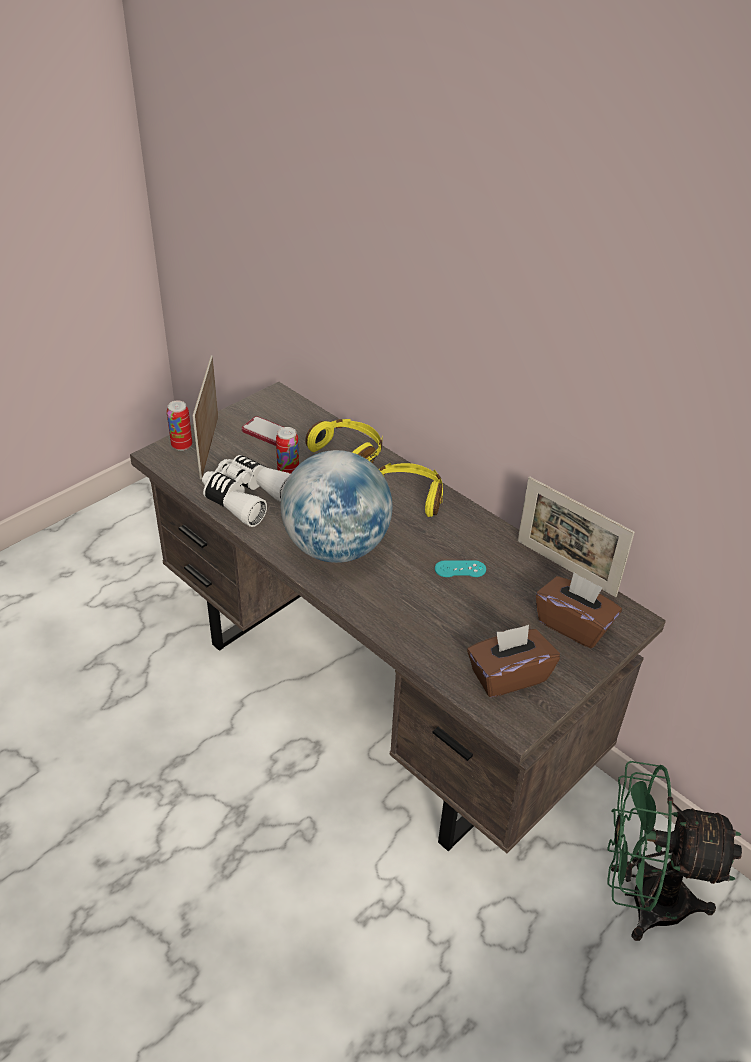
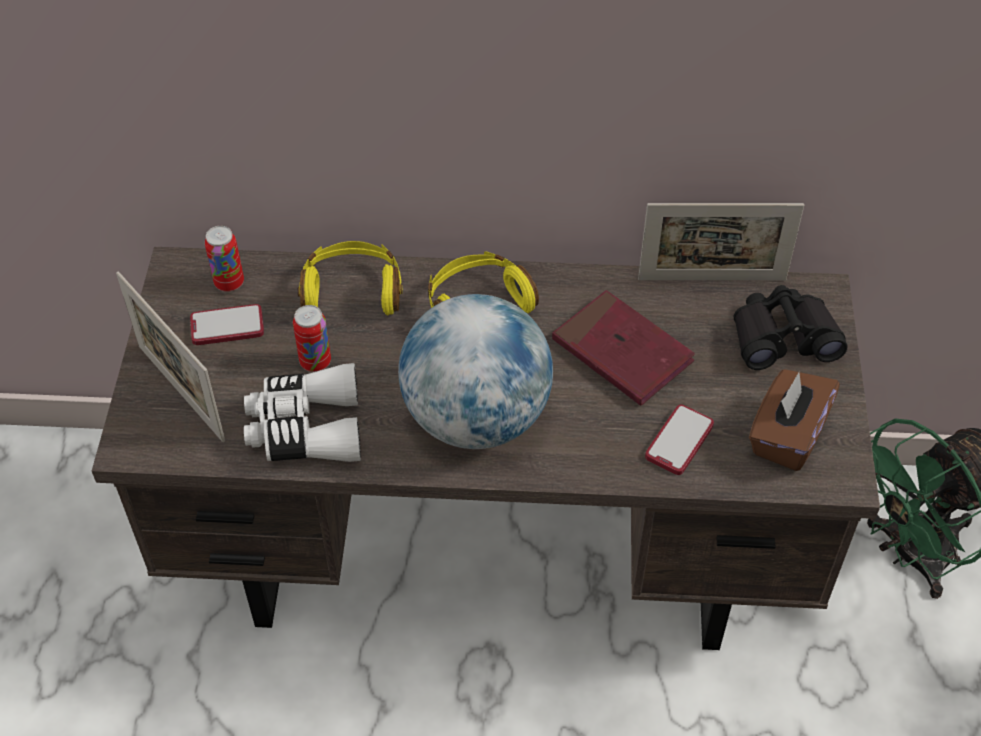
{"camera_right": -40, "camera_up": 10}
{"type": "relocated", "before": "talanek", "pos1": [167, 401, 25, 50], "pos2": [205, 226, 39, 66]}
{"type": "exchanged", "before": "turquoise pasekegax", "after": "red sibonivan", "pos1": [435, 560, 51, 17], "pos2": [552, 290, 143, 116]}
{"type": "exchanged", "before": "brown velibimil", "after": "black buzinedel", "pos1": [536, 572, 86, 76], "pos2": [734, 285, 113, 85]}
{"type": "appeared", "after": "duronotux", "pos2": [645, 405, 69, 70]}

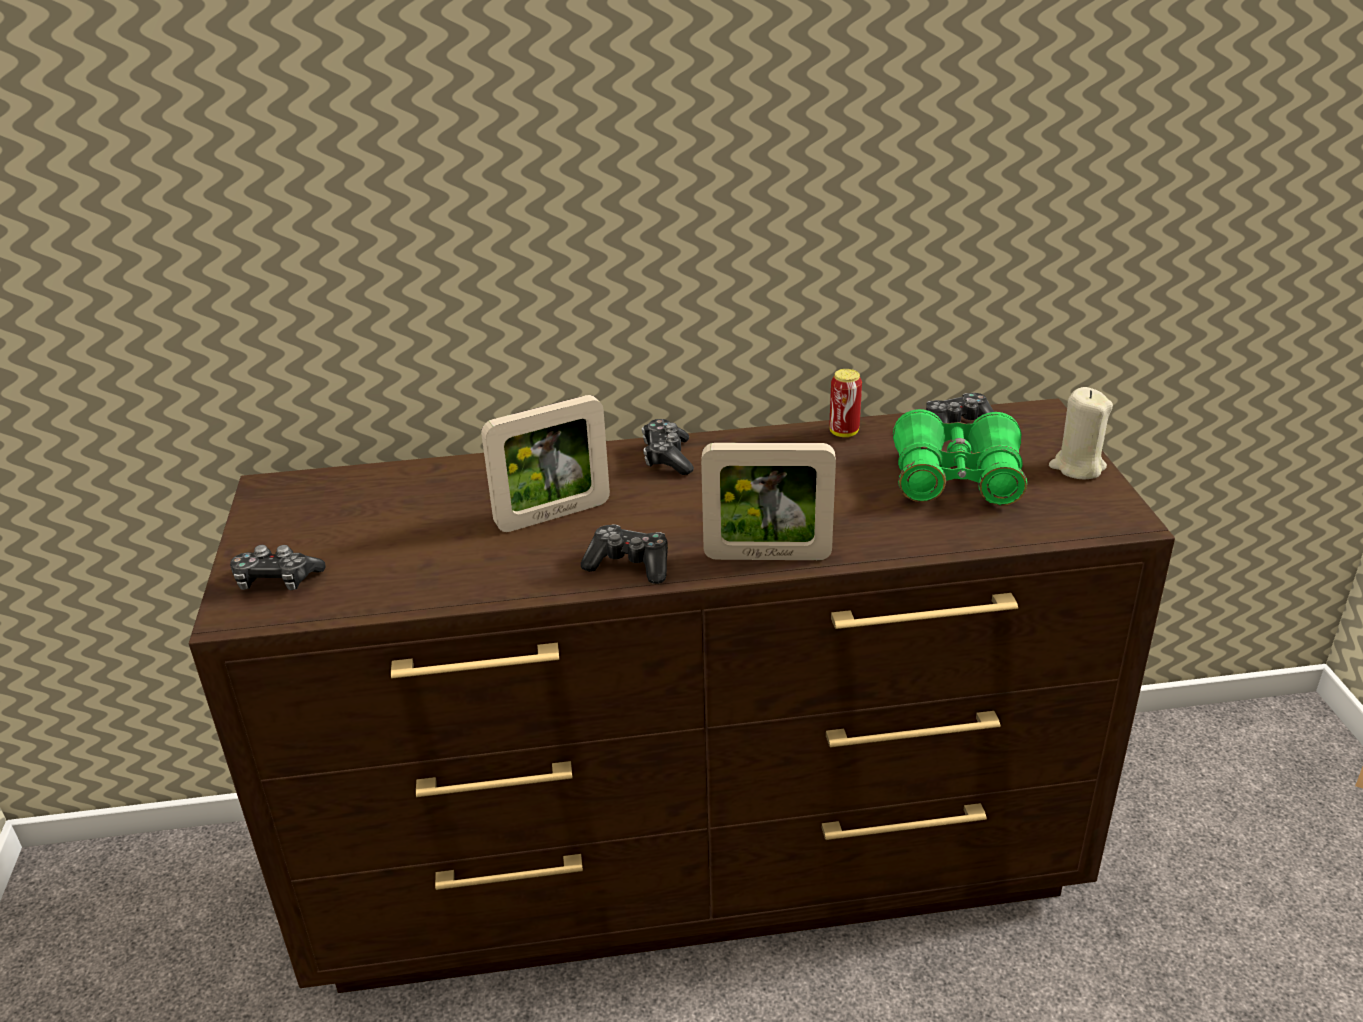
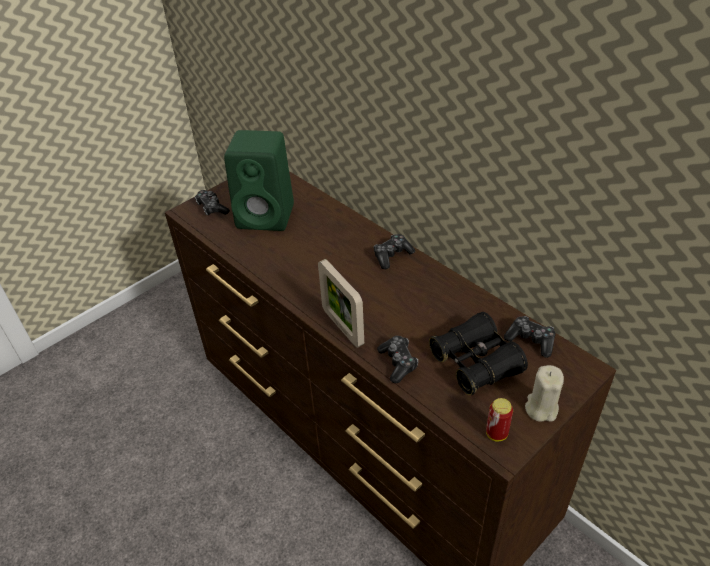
{"camera_right": 55, "camera_up": 10}
{"type": "relocated", "before": "talanek", "pos1": [830, 369, 32, 68], "pos2": [486, 398, 27, 44]}
{"type": "missing", "before": "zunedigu", "pos1": [481, 395, 129, 137]}
{"type": "colour", "before": "green buzinedel", "after": "black buzinedel", "pos1": [893, 409, 134, 97], "pos2": [429, 312, 99, 83]}
{"type": "relocated", "before": "pasekegax", "pos1": [581, 525, 87, 59], "pos2": [377, 336, 41, 47]}
{"type": "appeared", "after": "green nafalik", "pos2": [224, 130, 70, 101]}

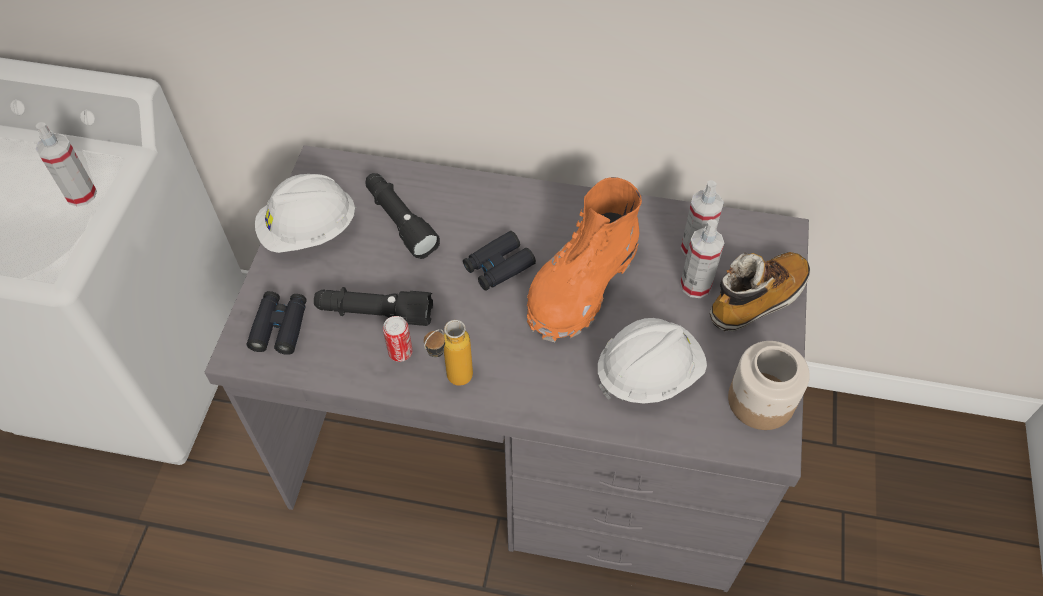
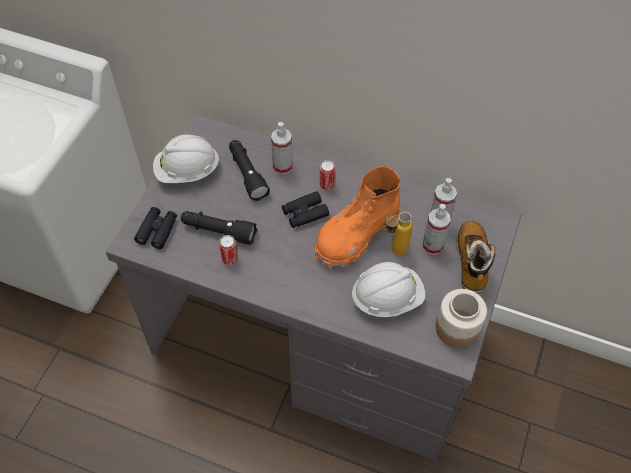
{"camera_right": 10, "camera_up": 0}
{"type": "relocated", "before": "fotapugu", "pos1": [36, 122, 61, 85], "pos2": [271, 122, 22, 52]}
{"type": "spun", "before": "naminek", "pos1": [710, 252, 100, 79], "pos2": [457, 221, 39, 73], "turn": -60}
{"type": "relocated", "before": "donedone", "pos1": [424, 320, 49, 66], "pos2": [385, 212, 27, 43]}
{"type": "appeared", "after": "talanek", "pos2": [320, 160, 15, 30]}

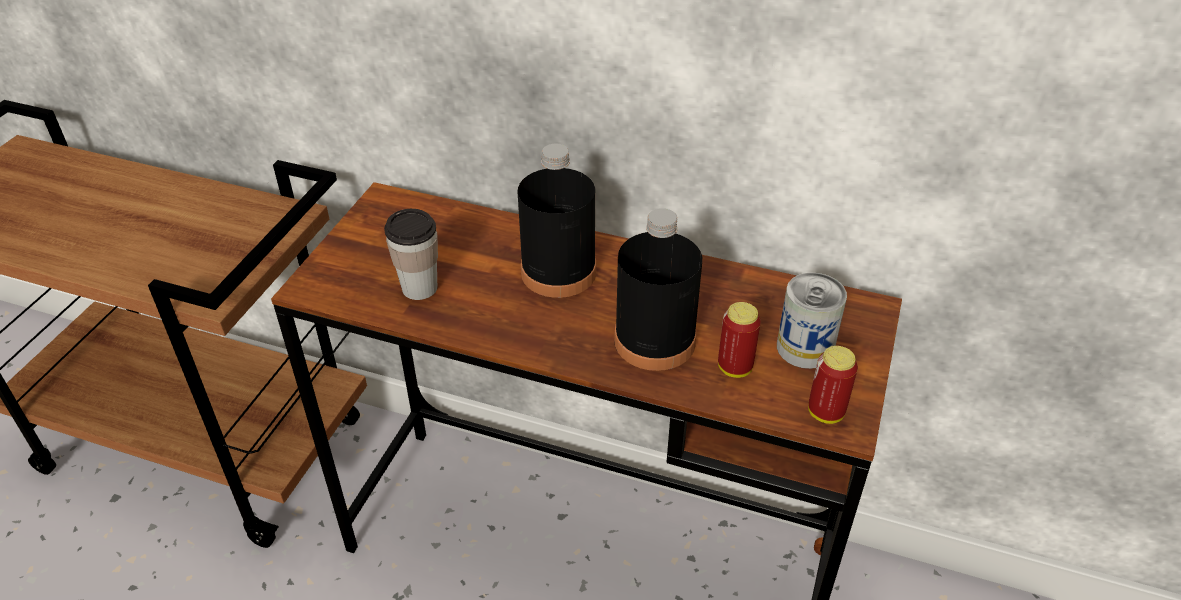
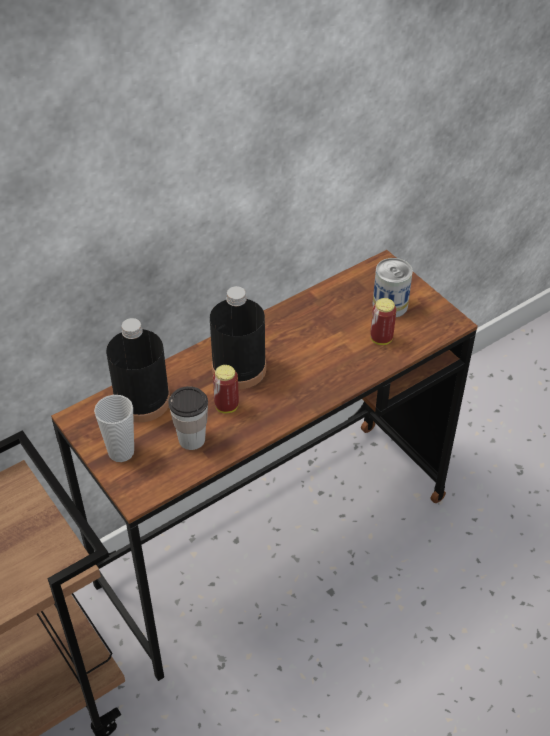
{"camera_right": -55, "camera_up": 5}
{"type": "relocated", "before": "black donedone", "pos1": [614, 208, 88, 163], "pos2": [106, 318, 64, 104]}
{"type": "relocated", "before": "talanek", "pos1": [808, 346, 50, 78], "pos2": [213, 365, 26, 48]}
{"type": "appeared", "after": "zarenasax", "pos2": [94, 395, 40, 67]}

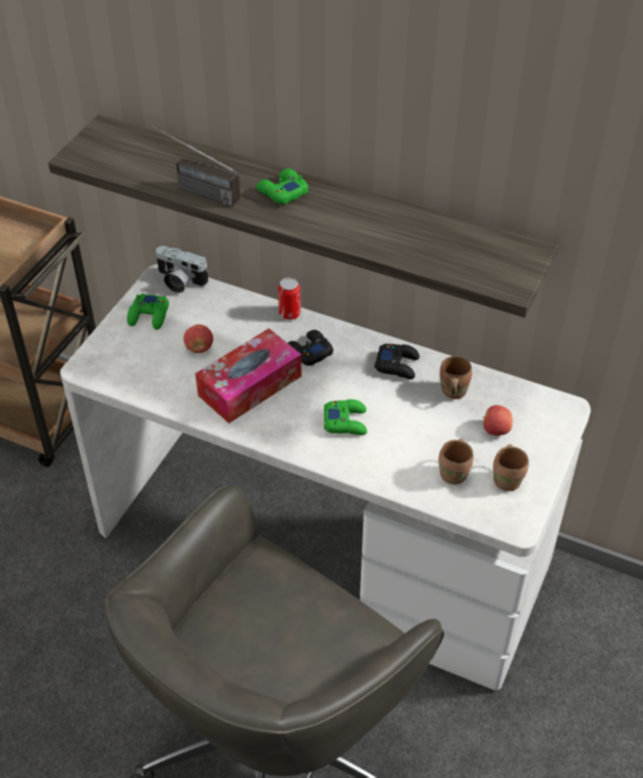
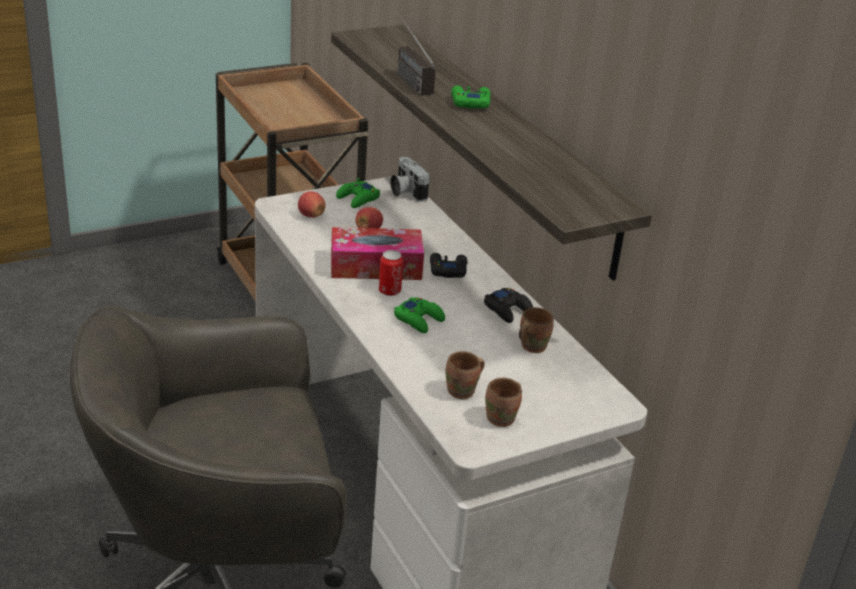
{"camera_right": 35, "camera_up": -15}
{"type": "relocated", "before": "talanek", "pos1": [278, 277, 23, 43], "pos2": [379, 250, 24, 46]}
{"type": "relocated", "before": "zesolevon", "pos1": [483, 405, 30, 31], "pos2": [298, 191, 27, 27]}

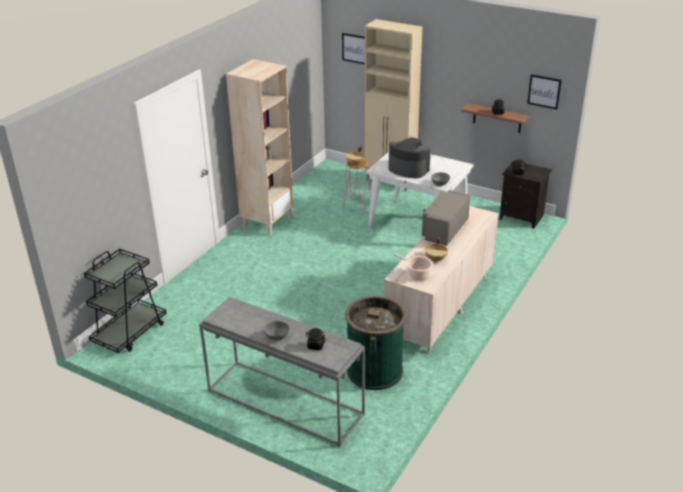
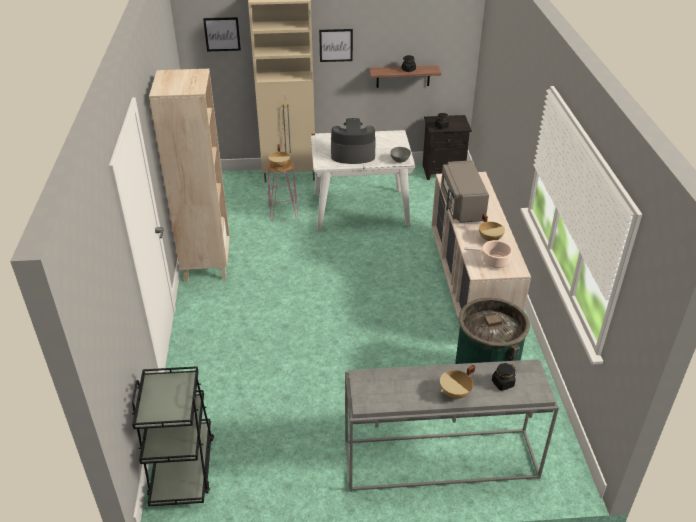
{"camera_right": -35, "camera_up": 5}
{"type": "relocated", "before": "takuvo", "pos1": [527, 74, 35, 36], "pos2": [319, 29, 34, 33]}
{"type": "exchanged", "before": "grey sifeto", "after": "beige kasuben", "pos1": [264, 321, 26, 20], "pos2": [440, 365, 35, 34]}

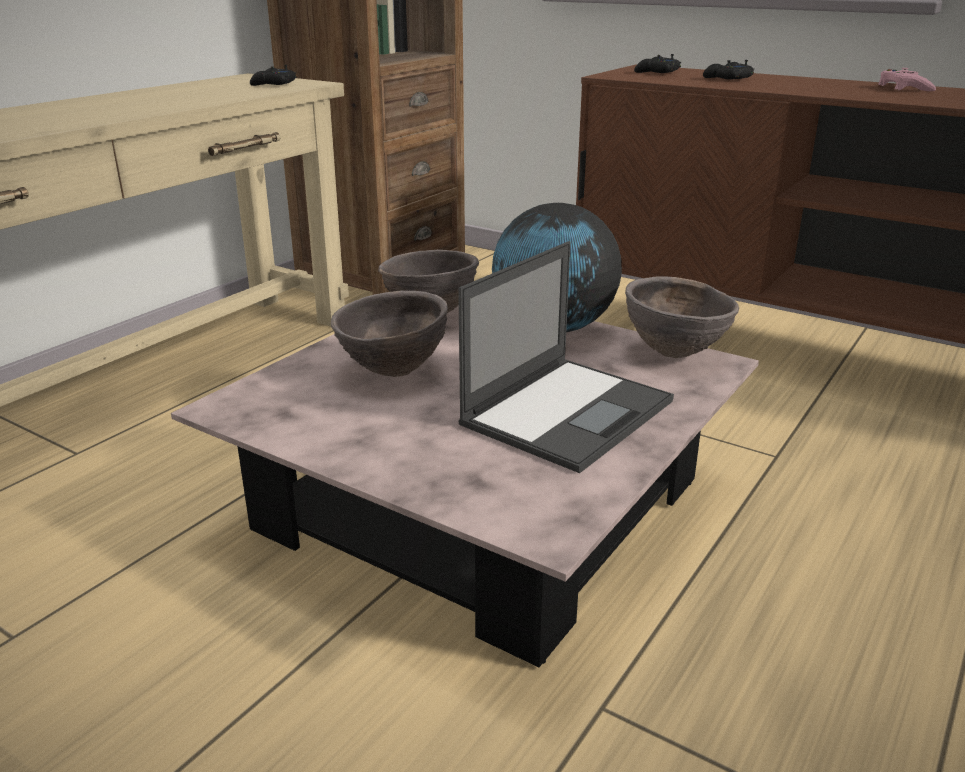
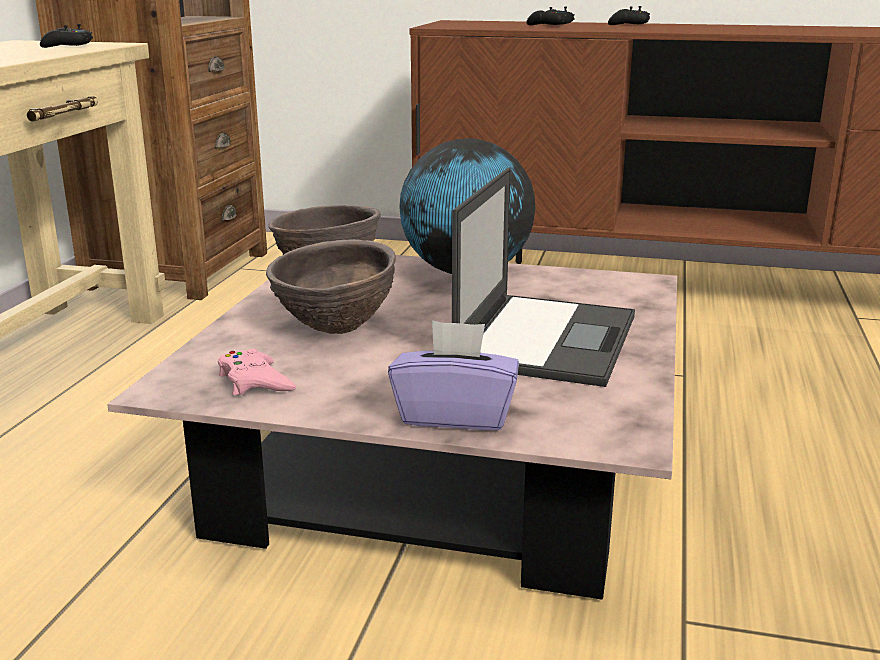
{"camera_right": -20, "camera_up": -5}
{"type": "relocated", "before": "black pasekegax", "pos1": [634, 54, 47, 19], "pos2": [608, 6, 42, 19]}
{"type": "relocated", "before": "pink pasekegax", "pos1": [878, 68, 58, 23], "pos2": [218, 349, 78, 47]}
{"type": "missing", "before": "brown sifeto", "pos1": [625, 277, 114, 81]}
{"type": "appeared", "after": "purple velibimil", "pos2": [388, 320, 131, 110]}

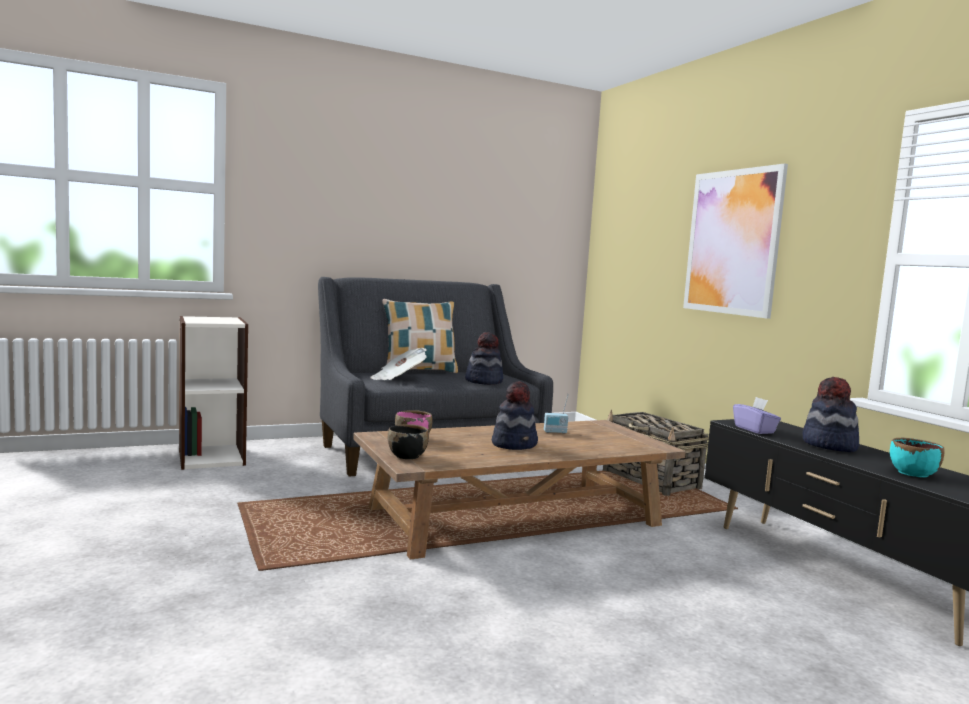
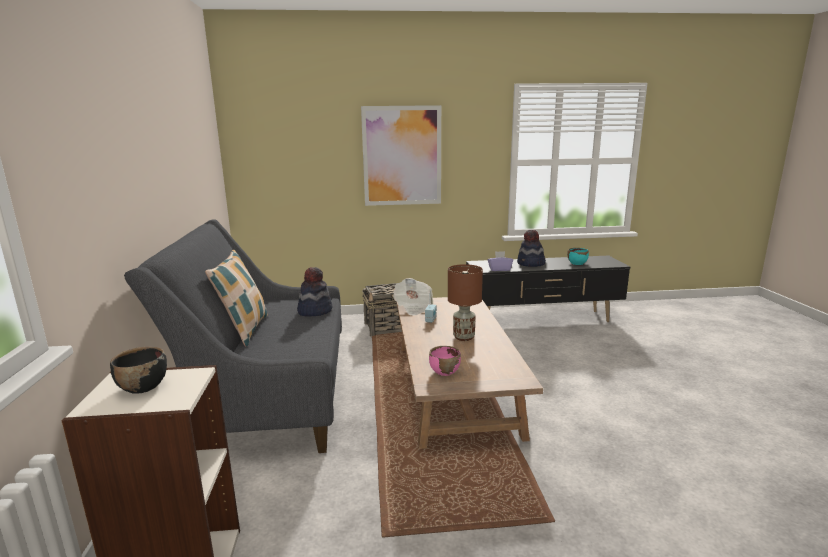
{"camera_right": -70, "camera_up": 10}
{"type": "relocated", "before": "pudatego", "pos1": [371, 348, 56, 32], "pos2": [393, 278, 40, 38]}
{"type": "exchanged", "before": "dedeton", "after": "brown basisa", "pos1": [492, 381, 46, 69], "pos2": [448, 264, 35, 77]}
{"type": "relocated", "before": "black sifeto", "pos1": [388, 424, 41, 35], "pos2": [110, 347, 57, 47]}

